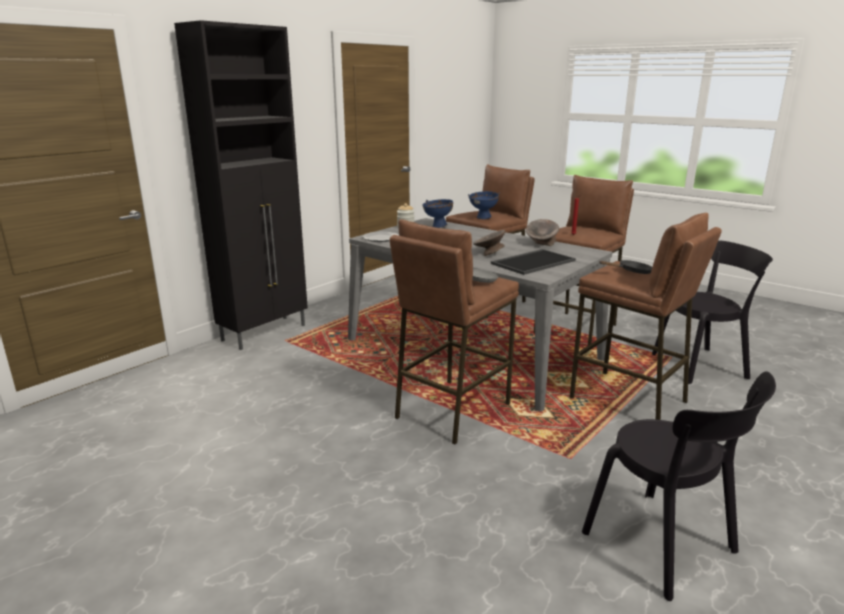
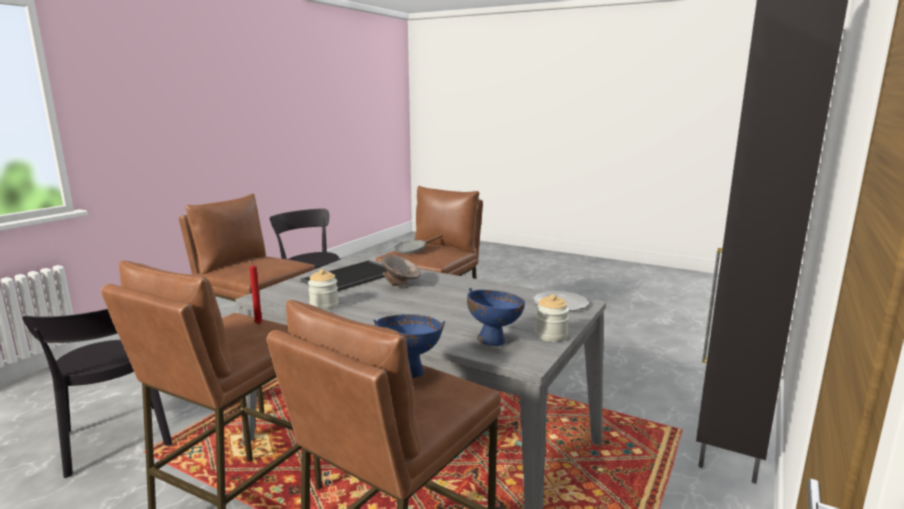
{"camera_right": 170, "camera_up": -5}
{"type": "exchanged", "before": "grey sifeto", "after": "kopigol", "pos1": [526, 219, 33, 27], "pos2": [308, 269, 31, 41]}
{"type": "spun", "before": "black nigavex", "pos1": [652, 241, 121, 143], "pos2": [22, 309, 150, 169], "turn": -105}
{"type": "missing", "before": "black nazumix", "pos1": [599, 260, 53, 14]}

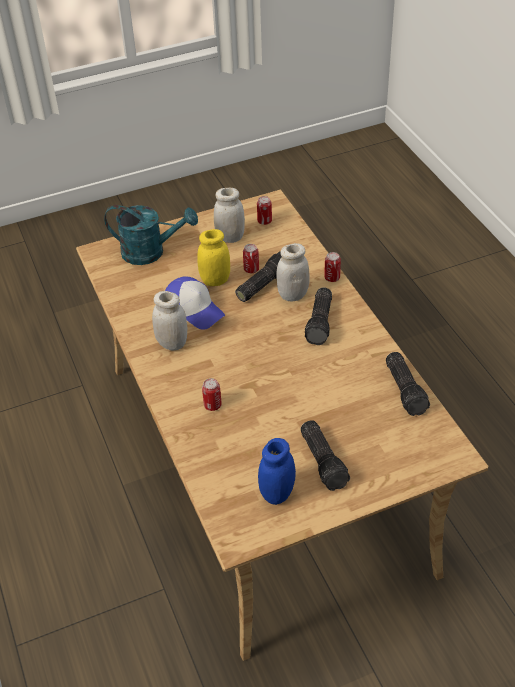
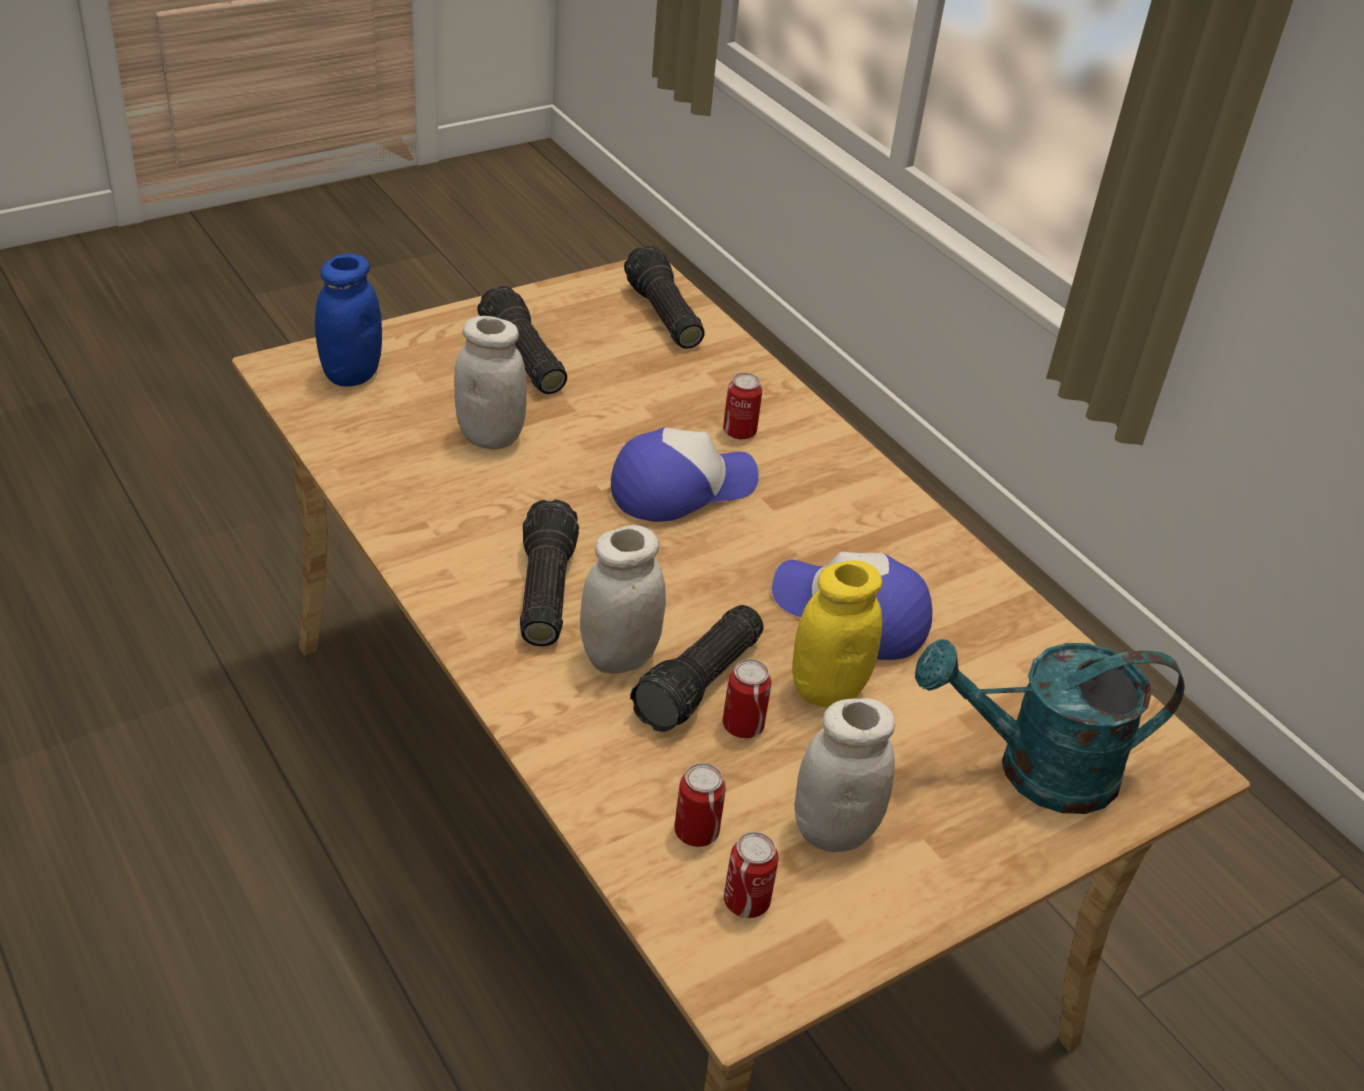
{"camera_right": 165, "camera_up": -5}
{"type": "relocated", "before": "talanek", "pos1": [324, 252, 17, 30], "pos2": [674, 763, 52, 84]}
{"type": "relocated", "before": "white kopigol", "pos1": [152, 291, 35, 59], "pos2": [454, 316, 73, 134]}
{"type": "relocated", "before": "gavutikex", "pos1": [386, 352, 44, 64], "pos2": [624, 245, 81, 104]}
{"type": "relocated", "before": "blue kopigol", "pos1": [258, 438, 38, 67], "pos2": [315, 253, 67, 134]}
{"type": "appeared", "after": "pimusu", "pos2": [611, 427, 148, 95]}

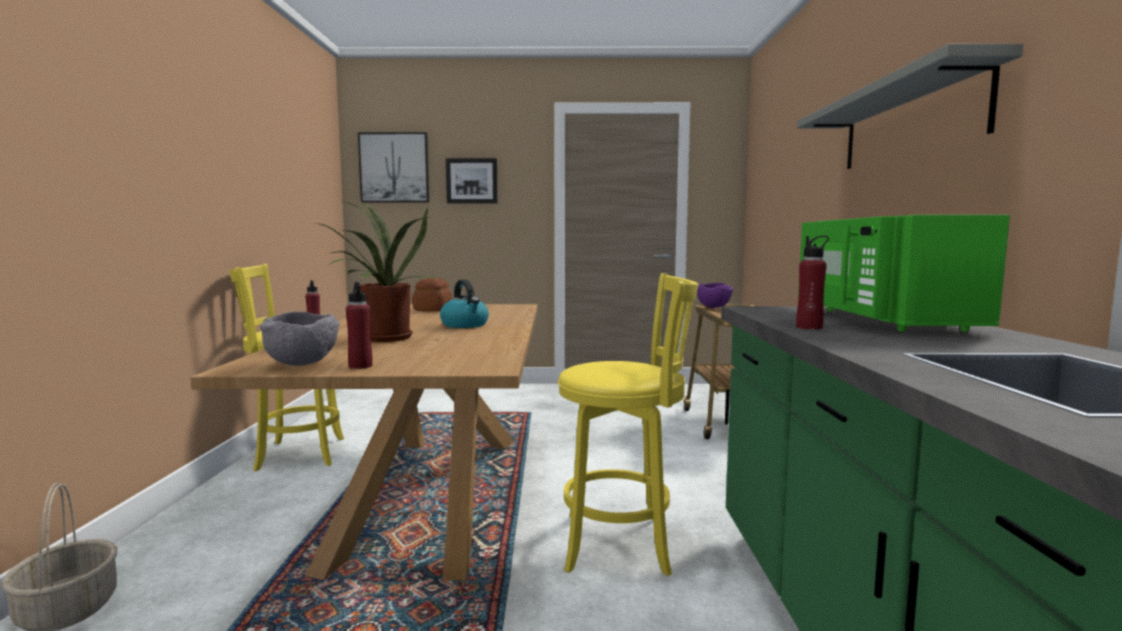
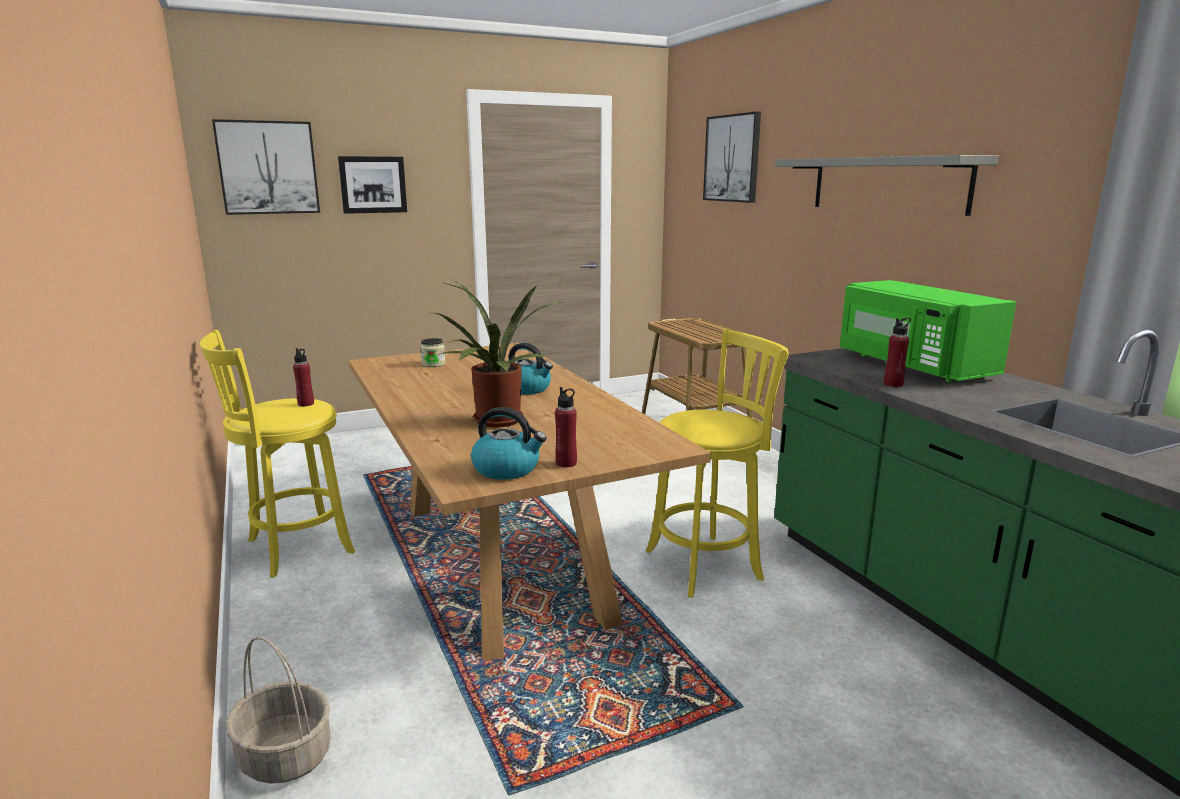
{"camera_right": -25, "camera_up": 10}
{"type": "exchanged", "before": "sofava", "after": "kopigol", "pos1": [412, 278, 40, 33], "pos2": [420, 338, 25, 29]}
{"type": "missing", "before": "purple sifeto", "pos1": [697, 283, 36, 25]}
{"type": "exchanged", "before": "grey sifeto", "after": "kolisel", "pos1": [260, 311, 80, 55], "pos2": [471, 407, 76, 73]}
{"type": "appeared", "after": "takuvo", "pos2": [703, 112, 58, 91]}

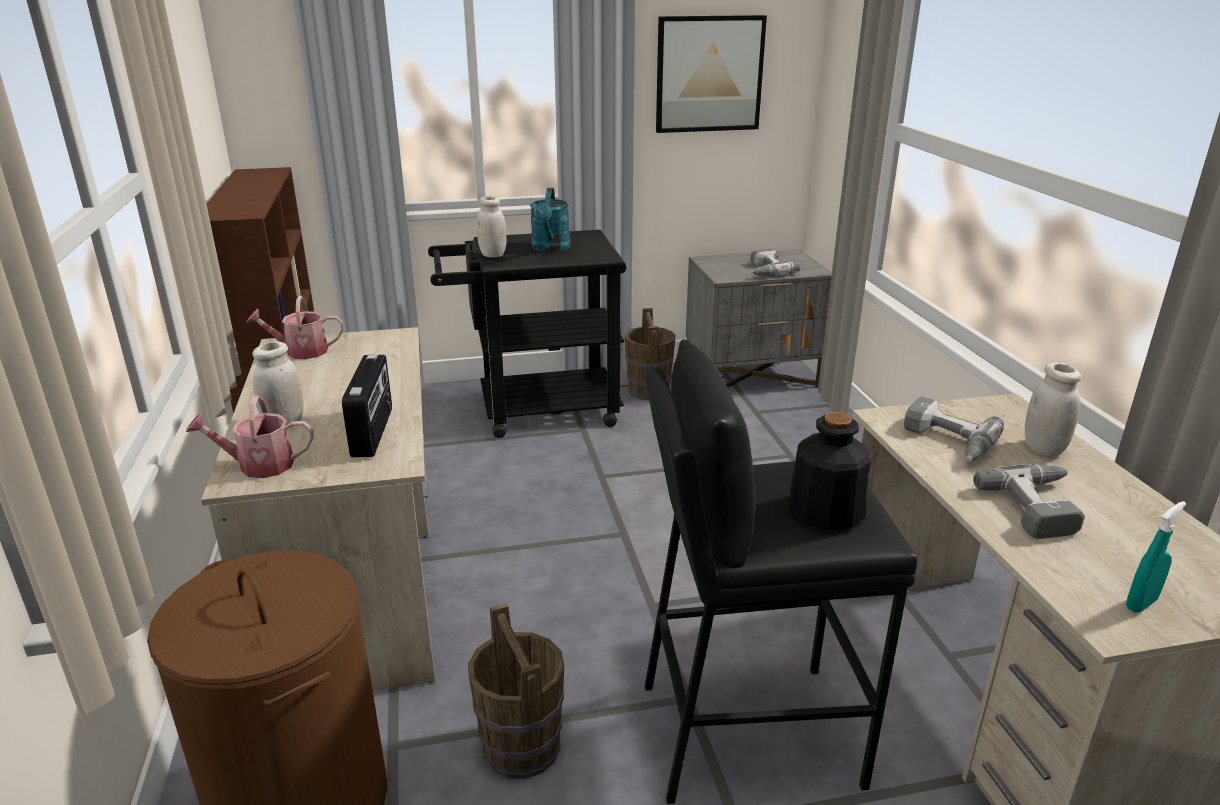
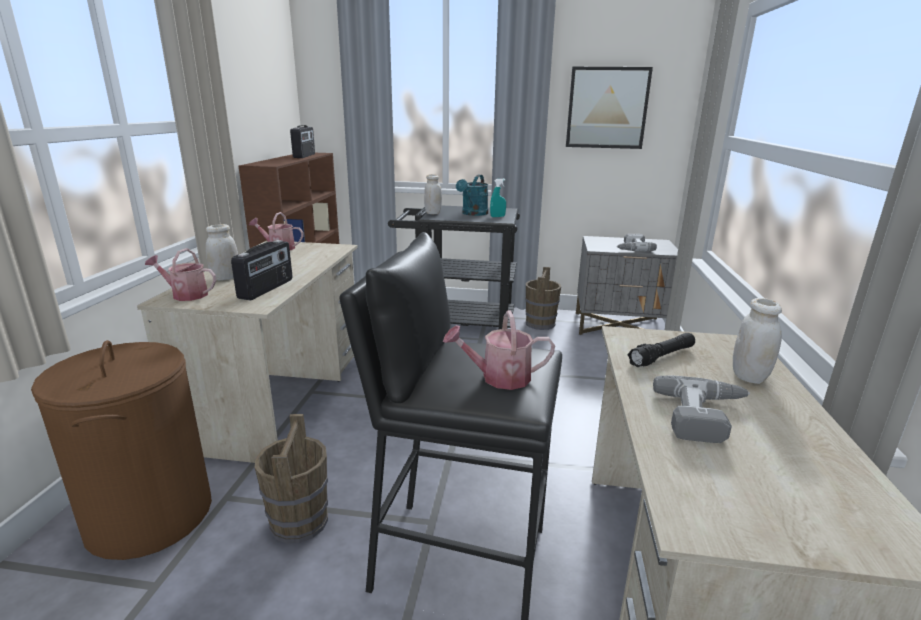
{"camera_right": 20, "camera_up": -5}
{"type": "exchanged", "before": "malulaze", "after": "black gavutikex", "pos1": [904, 396, 100, 65], "pos2": [628, 333, 67, 34]}
{"type": "exchanged", "before": "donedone", "after": "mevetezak", "pos1": [789, 412, 81, 118], "pos2": [443, 311, 112, 79]}
{"type": "relocated", "before": "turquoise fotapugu", "pos1": [1126, 501, 60, 112], "pos2": [490, 179, 16, 38]}
{"type": "appeared", "after": "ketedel", "pos2": [290, 125, 25, 33]}

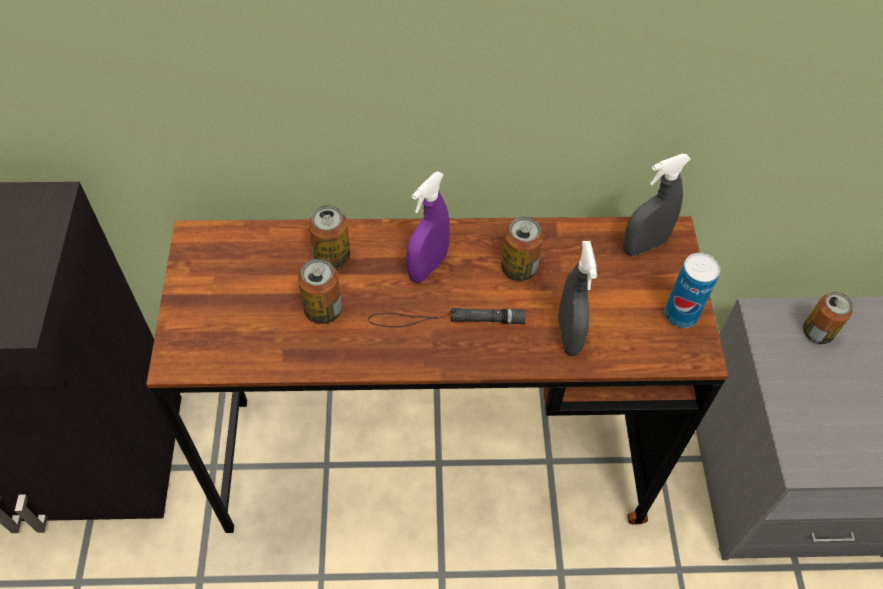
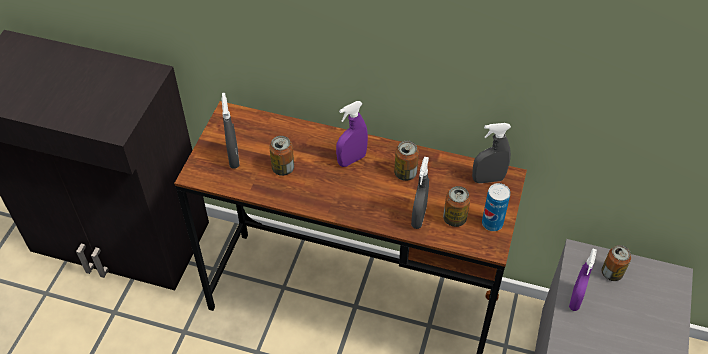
{"camera_right": 20, "camera_up": -5}
{"type": "relocated", "before": "talanek", "pos1": [309, 205, 41, 64], "pos2": [443, 186, 27, 41]}
{"type": "missing", "before": "black gavutikex", "pos1": [368, 308, 158, 19]}
{"type": "appeared", "after": "grey fotapugu", "pos2": [222, 93, 18, 76]}
{"type": "appeared", "after": "purple fotapugu", "pos2": [569, 248, 28, 63]}

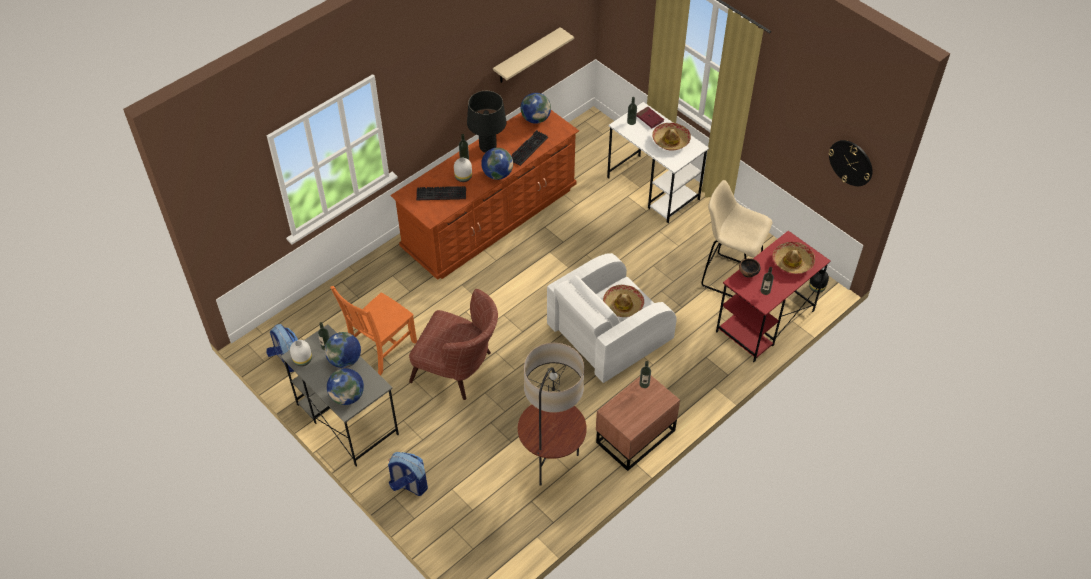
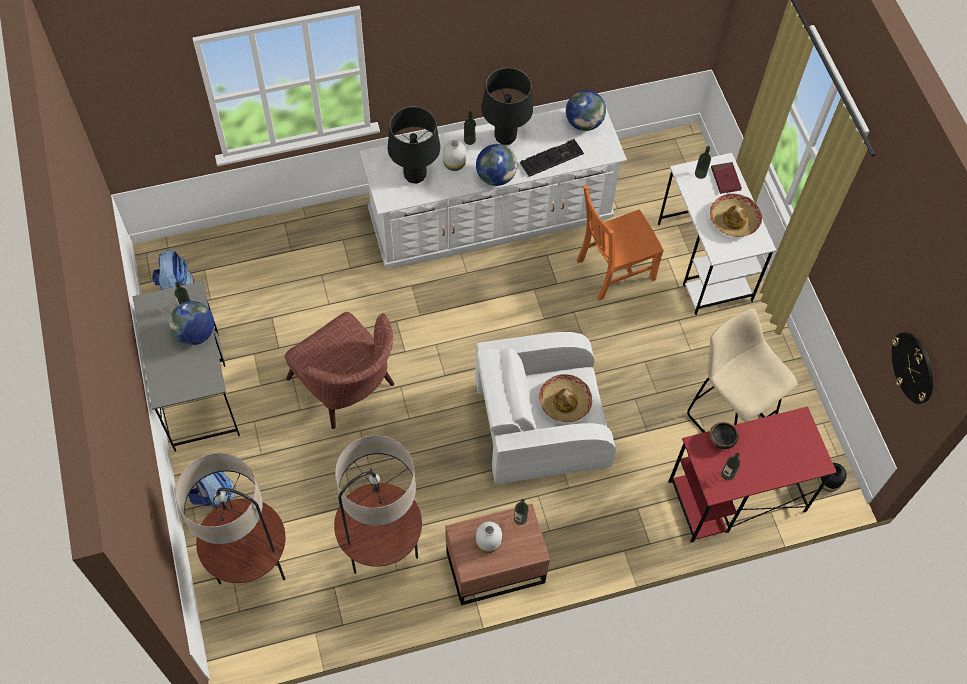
{"camera_right": 25, "camera_up": 10}
{"type": "missing", "before": "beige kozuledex", "pos1": [493, 27, 81, 56]}
{"type": "colour", "before": "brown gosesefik", "after": "white gosesefik", "pos1": [391, 110, 188, 170], "pos2": [360, 108, 267, 161]}
{"type": "exchanged", "before": "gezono", "after": "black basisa", "pos1": [416, 186, 50, 14], "pos2": [388, 107, 52, 77]}
{"type": "missing", "before": "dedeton", "pos1": [773, 242, 42, 32]}
{"type": "relocated", "before": "orange nigavex", "pos1": [330, 286, 87, 89], "pos2": [577, 185, 87, 116]}
{"type": "relocated", "before": "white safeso", "pos1": [290, 340, 22, 26], "pos2": [476, 522, 26, 31]}
{"type": "missing", "before": "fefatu", "pos1": [327, 368, 37, 37]}
{"type": "appeared", "after": "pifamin", "pos2": [176, 453, 110, 131]}

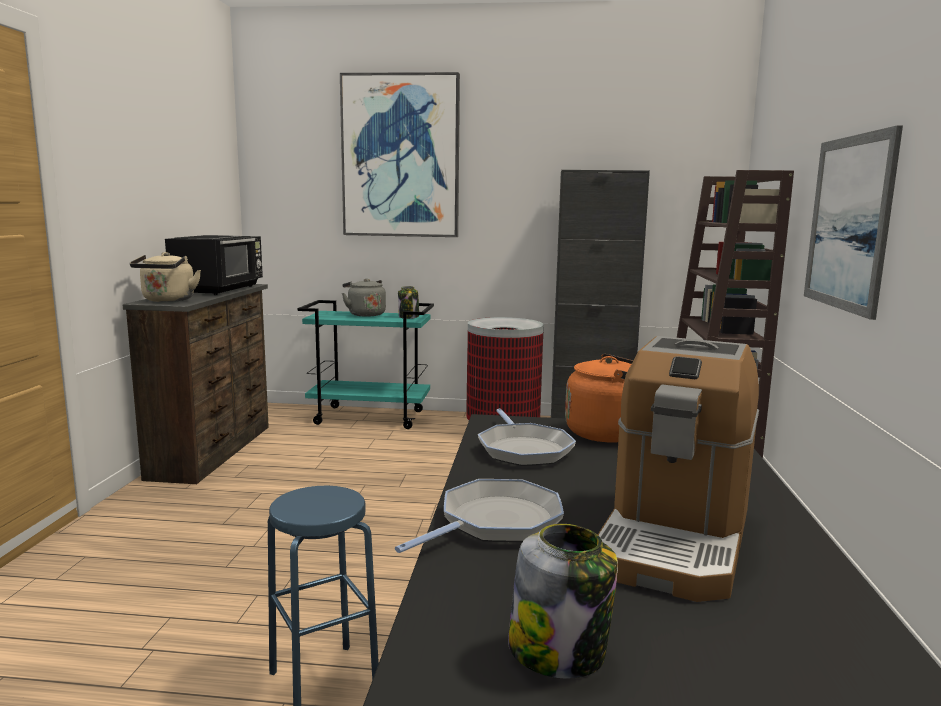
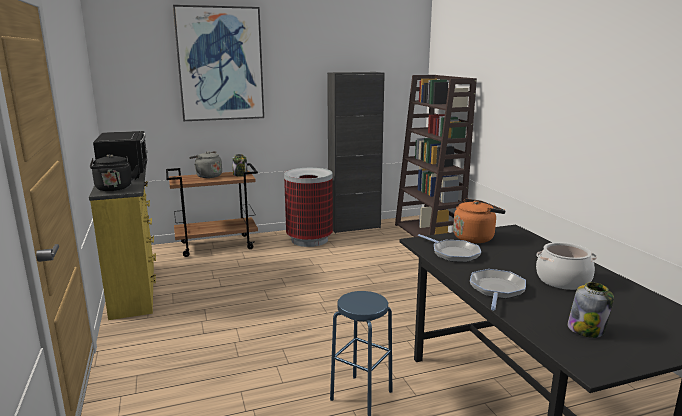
{"camera_right": -25, "camera_up": 5}
{"type": "missing", "before": "takuvo", "pos1": [804, 125, 99, 195]}
{"type": "colour", "before": "beige kolisel", "after": "black kolisel", "pos1": [130, 252, 71, 50], "pos2": [90, 154, 49, 37]}
{"type": "colour", "before": "brown gosesefik", "after": "yellow gosesefik", "pos1": [123, 284, 146, 200], "pos2": [89, 168, 67, 152]}
{"type": "colour", "before": "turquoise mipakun", "after": "brown mipakun", "pos1": [298, 300, 136, 129], "pos2": [166, 163, 92, 94]}
{"type": "exchanged", "before": "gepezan", "after": "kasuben", "pos1": [598, 336, 161, 266], "pos2": [536, 242, 61, 48]}

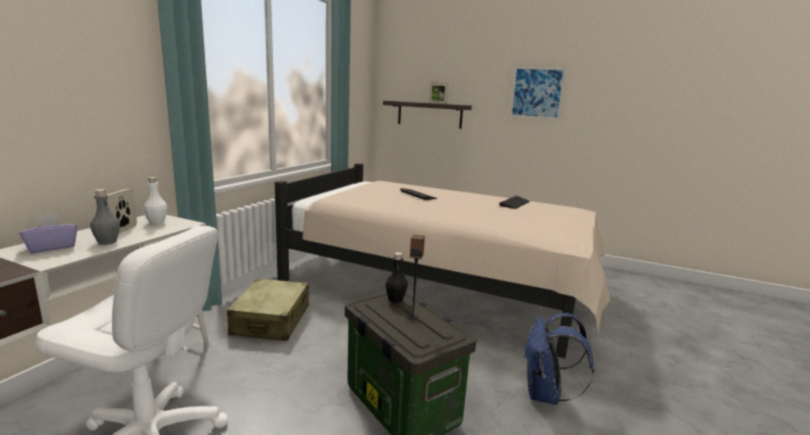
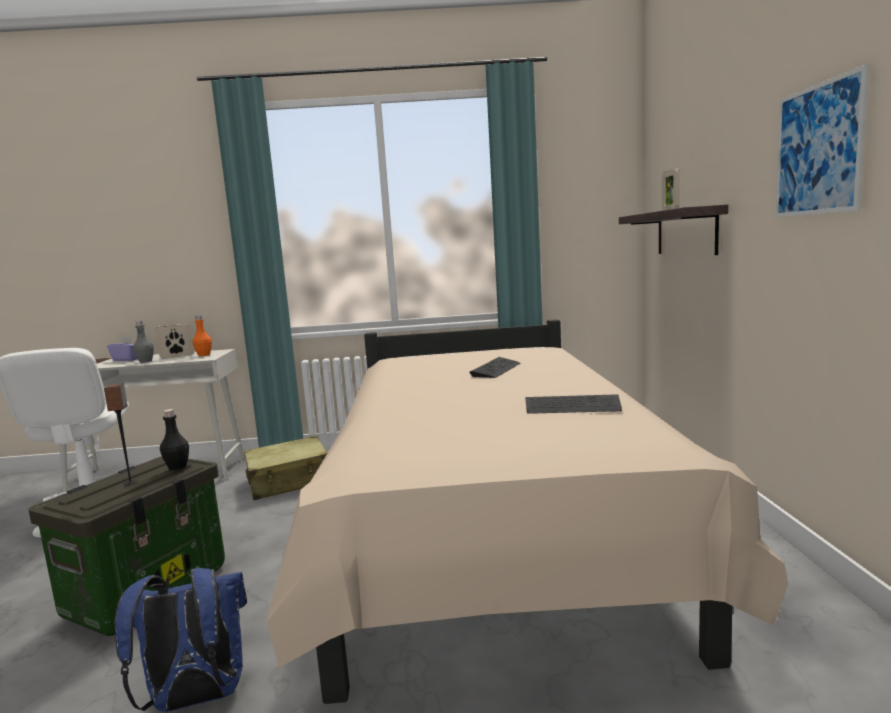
{"camera_right": 65, "camera_up": -5}
{"type": "colour", "before": "white donedone", "after": "orange donedone", "pos1": [143, 177, 24, 48], "pos2": [193, 315, 19, 41]}

